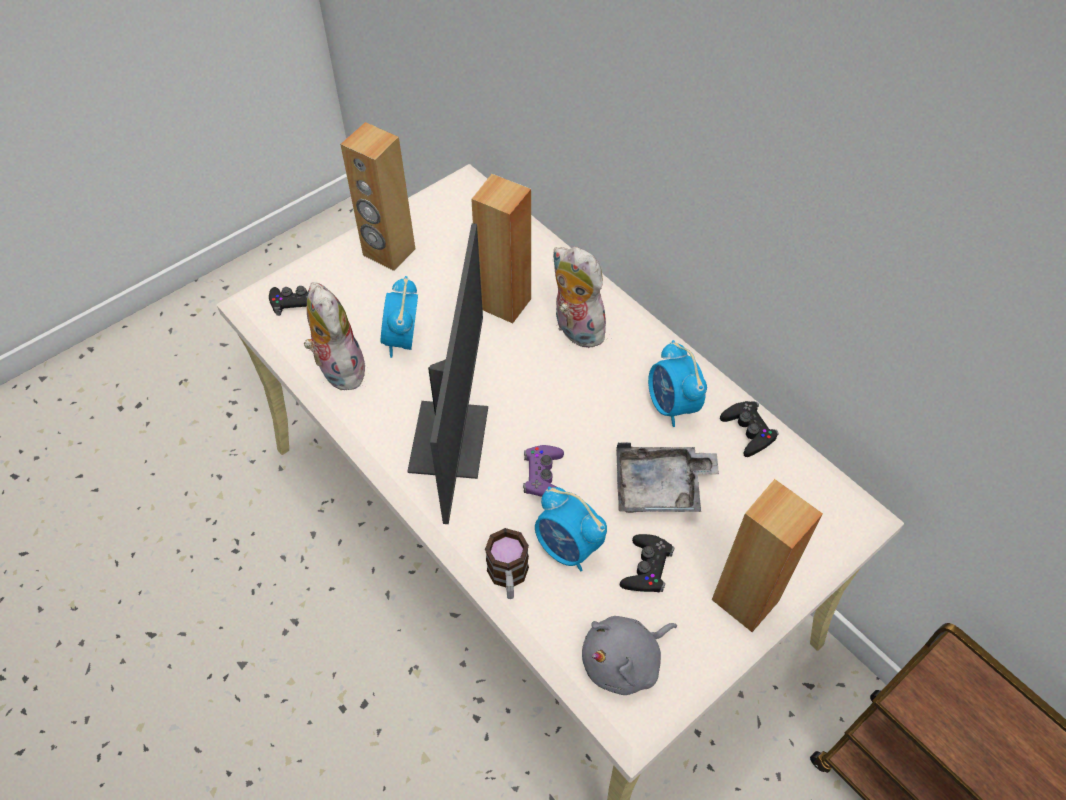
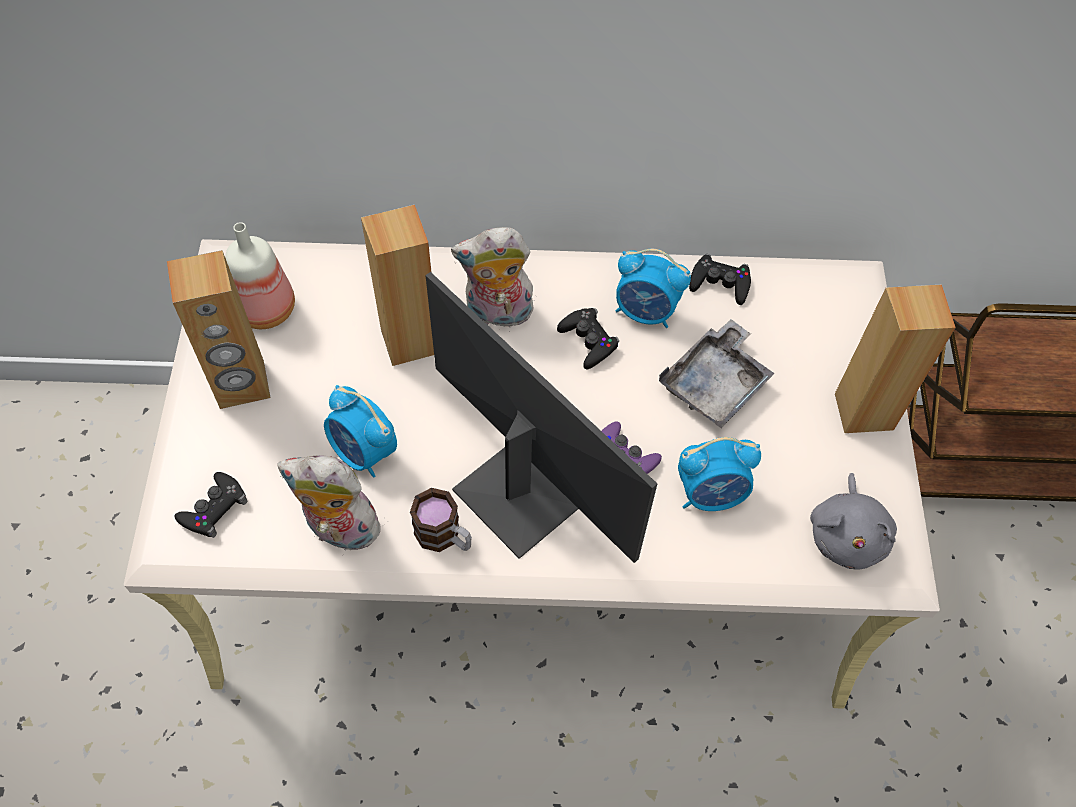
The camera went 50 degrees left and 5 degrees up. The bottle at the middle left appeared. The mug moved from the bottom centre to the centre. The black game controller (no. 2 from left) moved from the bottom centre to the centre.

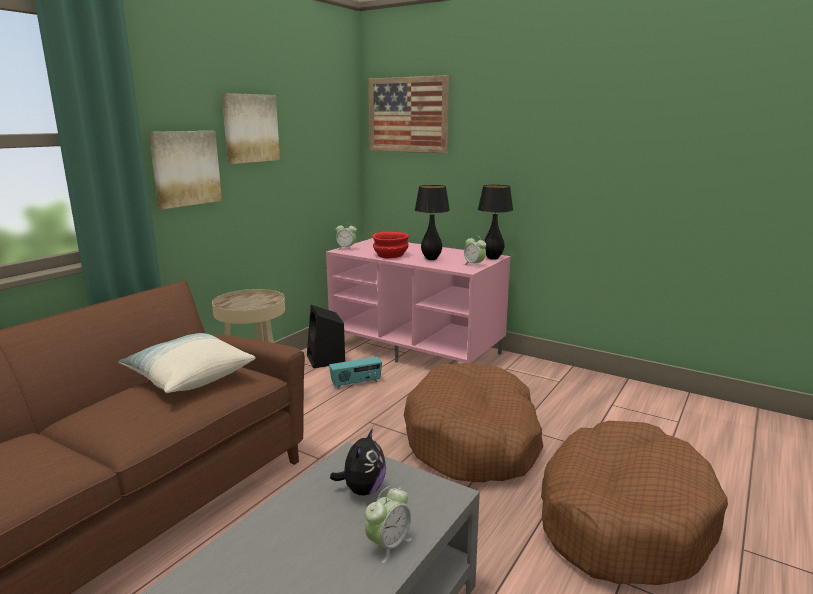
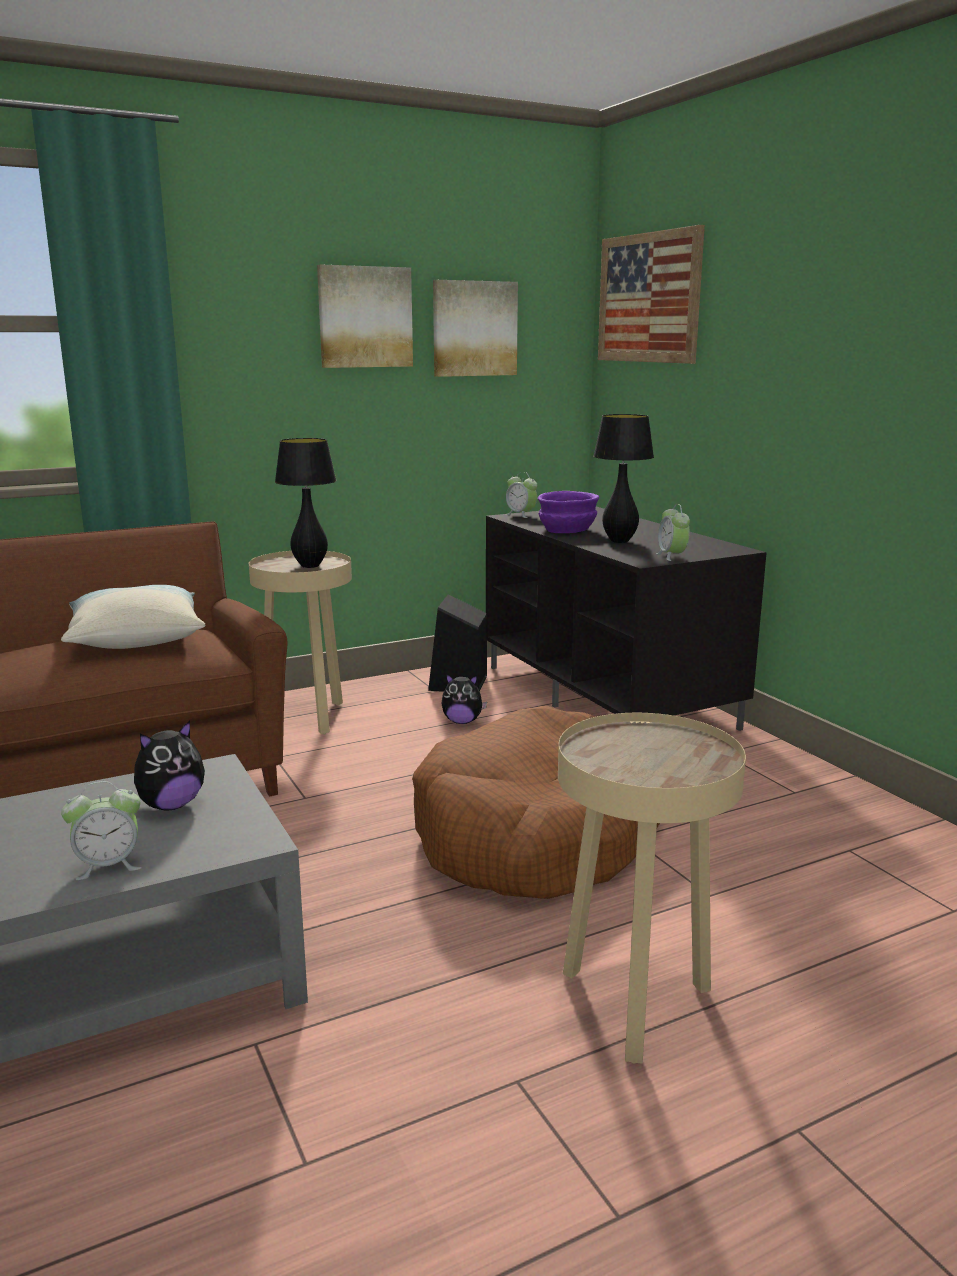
The camera went 30 degrees right and 0 degrees up. The black table lamp (no. 2 from left in the first image) moved from the centre to the middle left. The picture (no. 1 from left in the first image) moved from the top left to the top centre. The radio at the centre was replaced by the plush toy (no. 2 from left) at the centre. The pink tv stand at the centre became the black tv stand at the centre. The red bowl at the centre became the purple bowl at the centre. The brown dog bed (no. 2 from left) at the bottom right was replaced by the beige side table (no. 2 from left) at the bottom right.

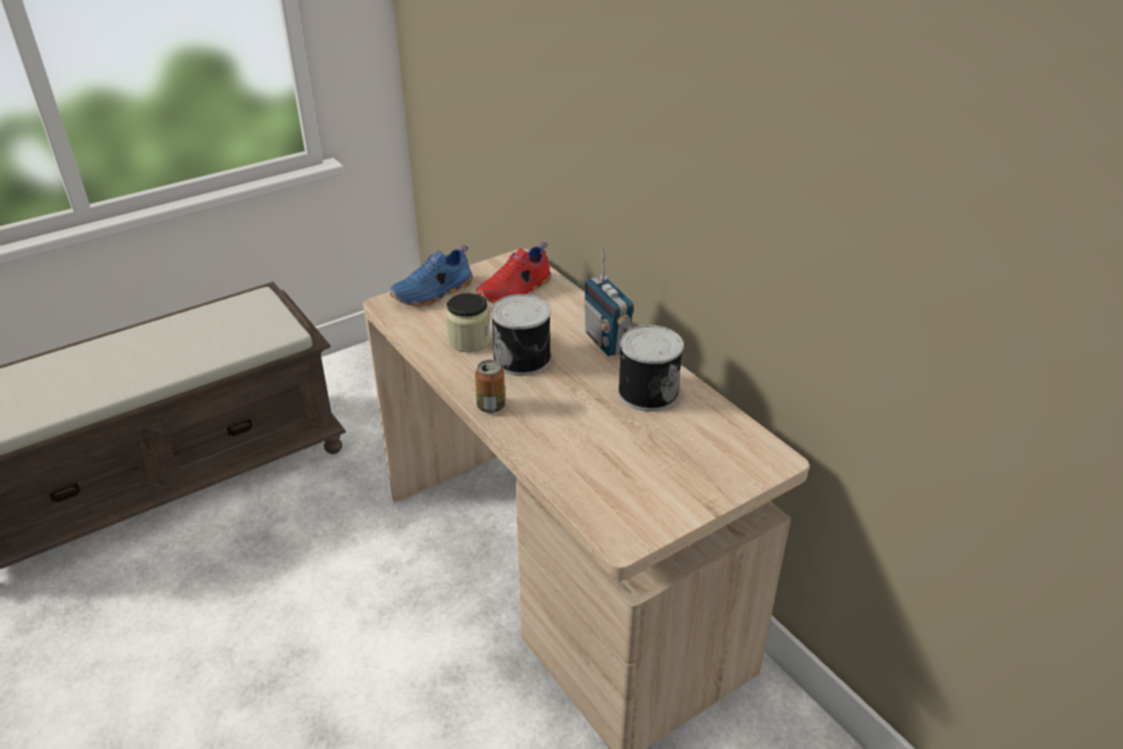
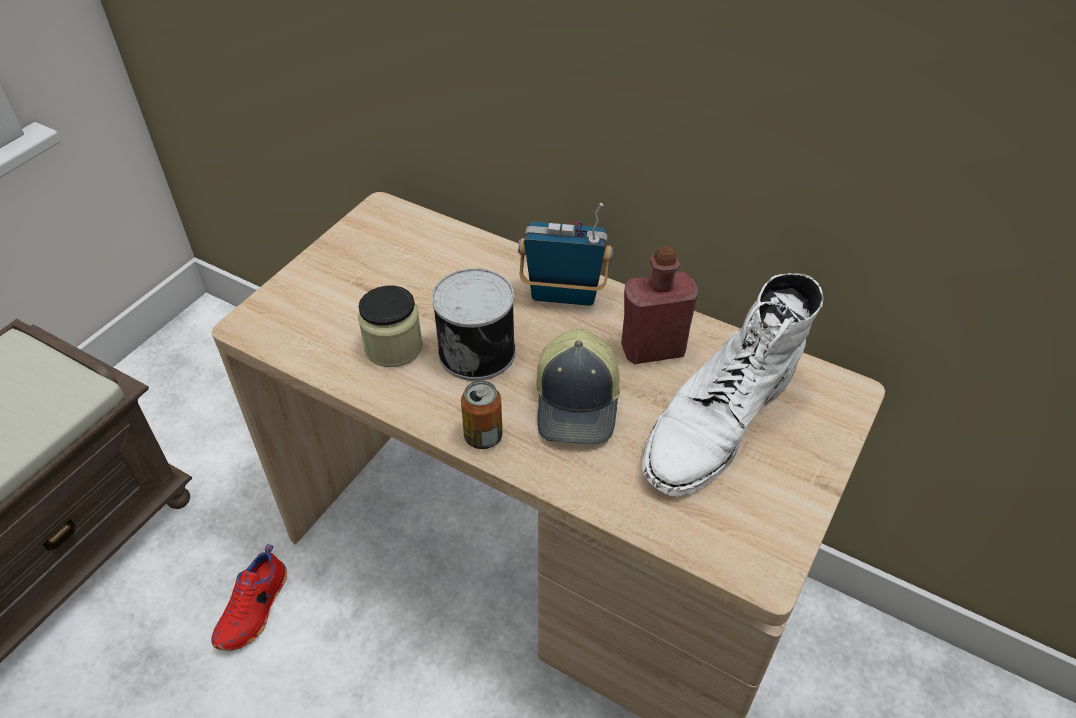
The camera went 25 degrees left and 10 degrees up. The red shoe moved from the centre to the bottom left. The radio at the centre turned 150 degrees clockwise. The cap at the centre appeared. The can (no. 3 from left) at the centre was replaced by the red bottle at the centre. The white boot at the middle right appeared. The blue shoe at the centre disappeared.

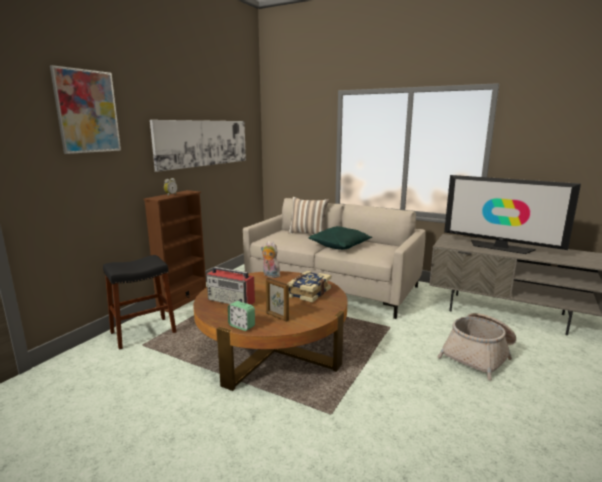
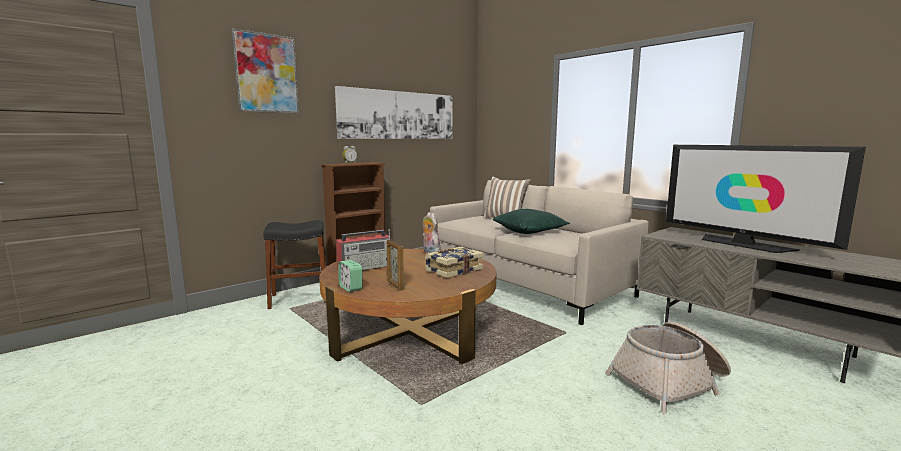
The camera went 20 degrees right and 5 degrees down. The radio at the centre turned 75 degrees counterclockwise.

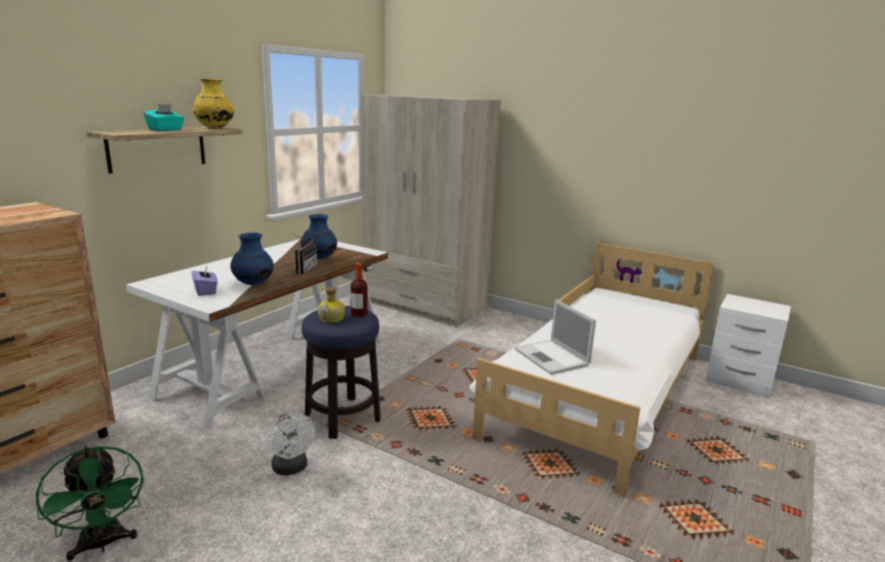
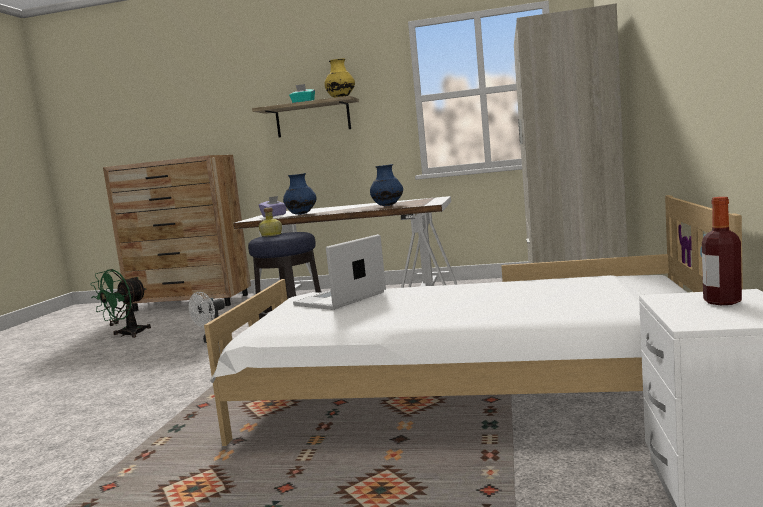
The camera went 70 degrees right and 10 degrees down. The bottle (no. 2 from left) moved from the centre to the middle right. The radio at the centre disappeared.

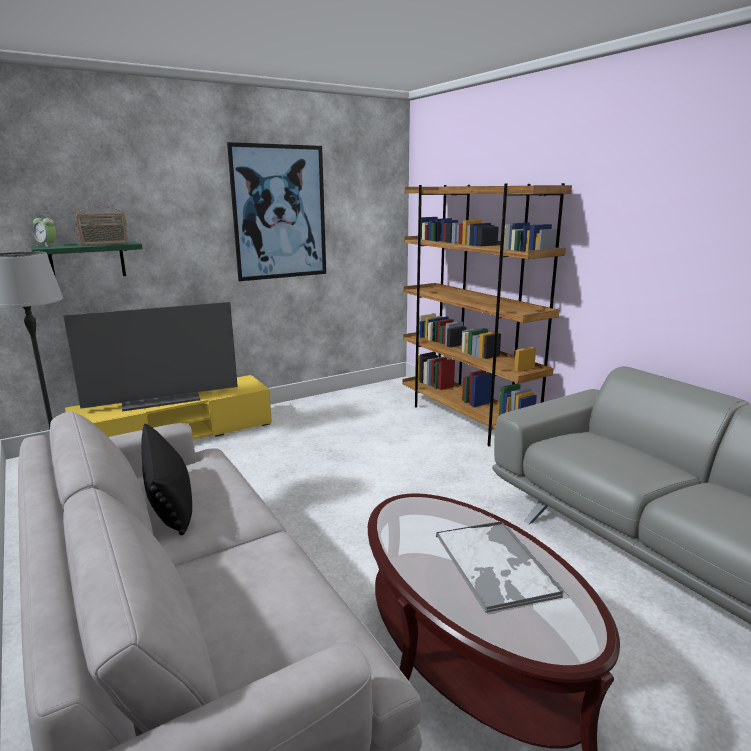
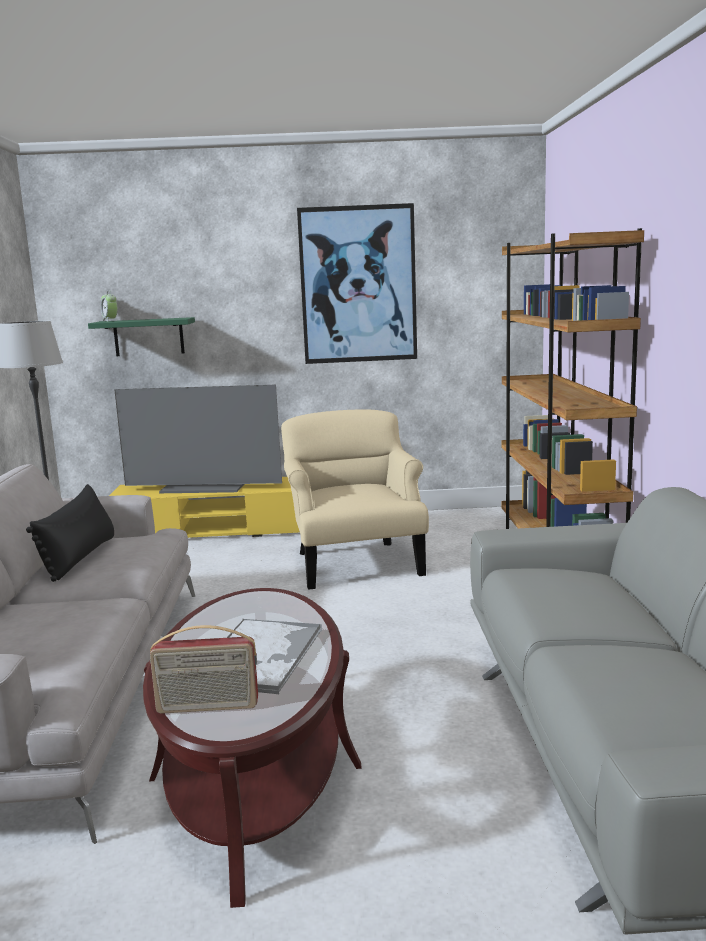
The camera went 30 degrees right and 5 degrees down. The radio moved from the top left to the bottom left. The beige armchair at the centre appeared.

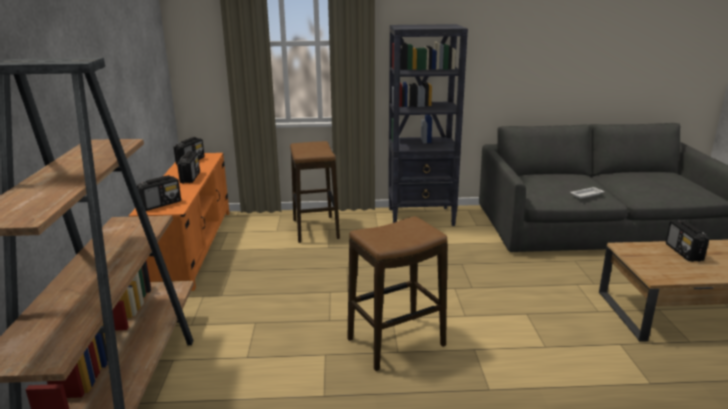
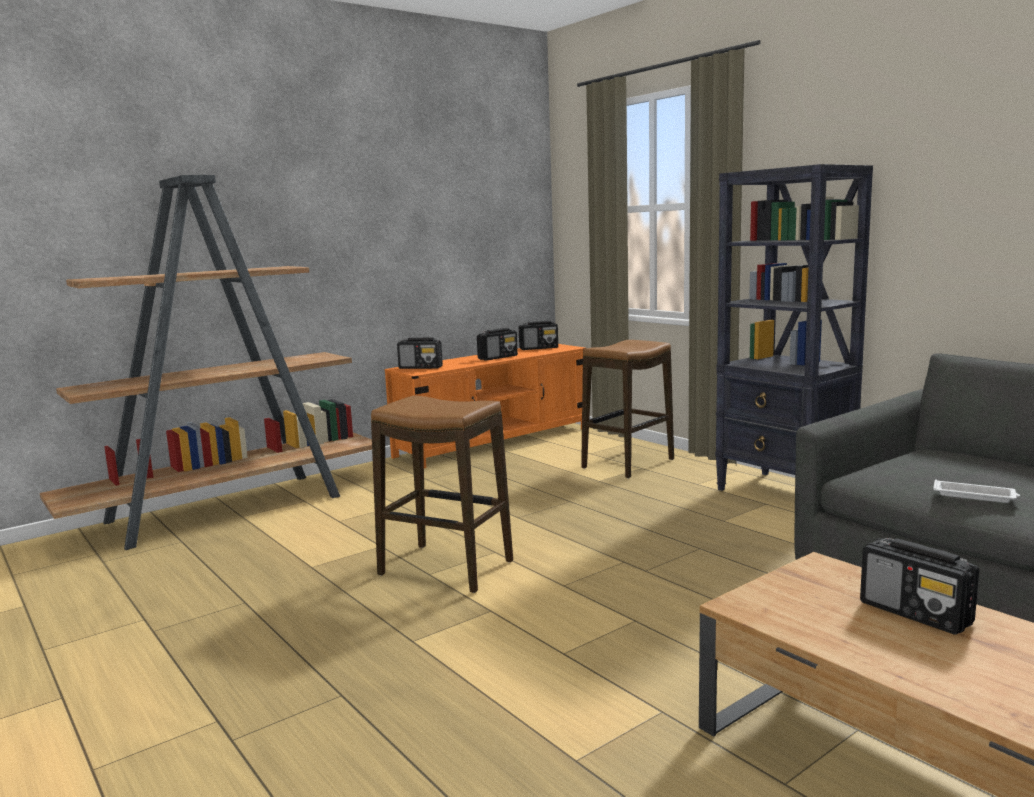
The camera went 55 degrees right and 10 degrees down. The radio (no. 4 from left) at the middle right turned 90 degrees counterclockwise.

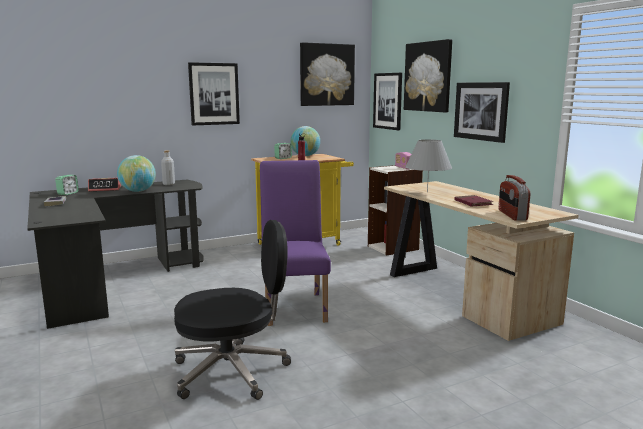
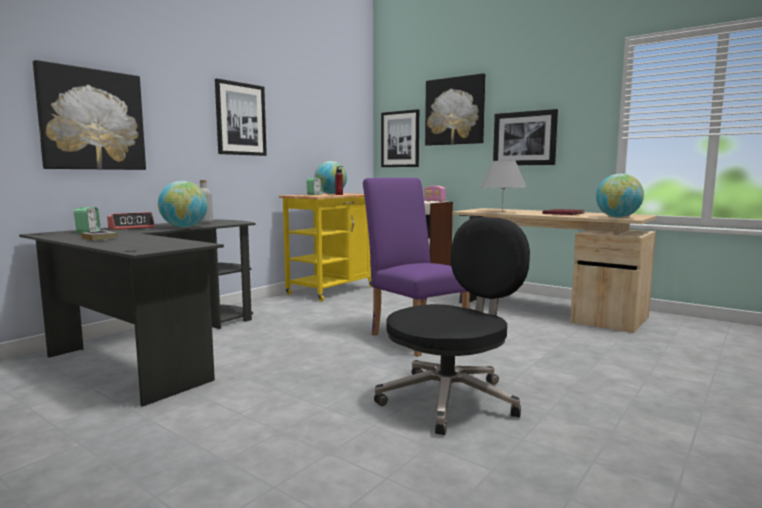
The camera went 25 degrees left and 5 degrees down. The picture (no. 2 from left in the first image) moved from the top centre to the top left. The radio (no. 2 from left) at the middle right was replaced by the globe (no. 3 from left) at the middle right.

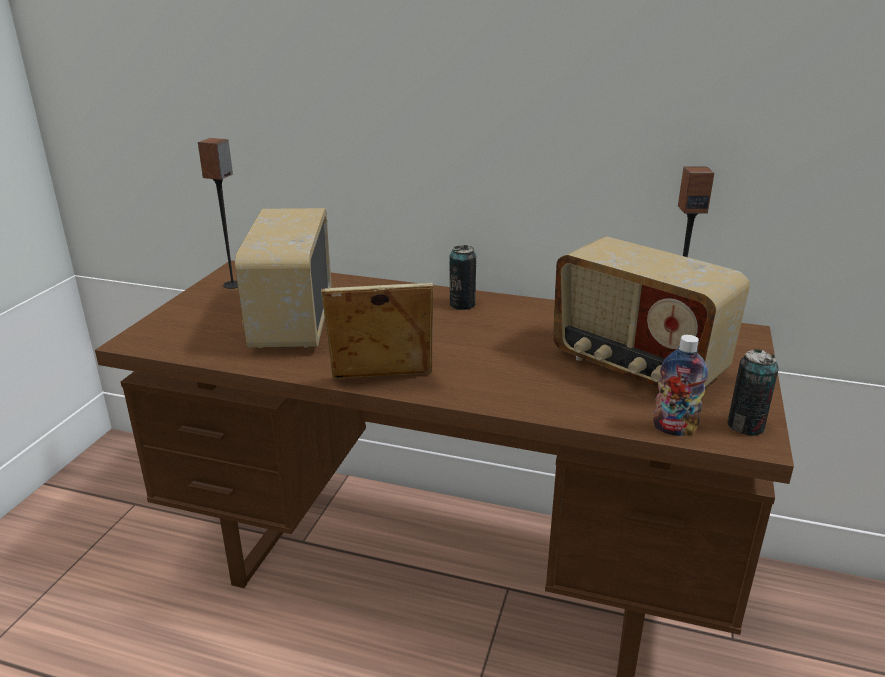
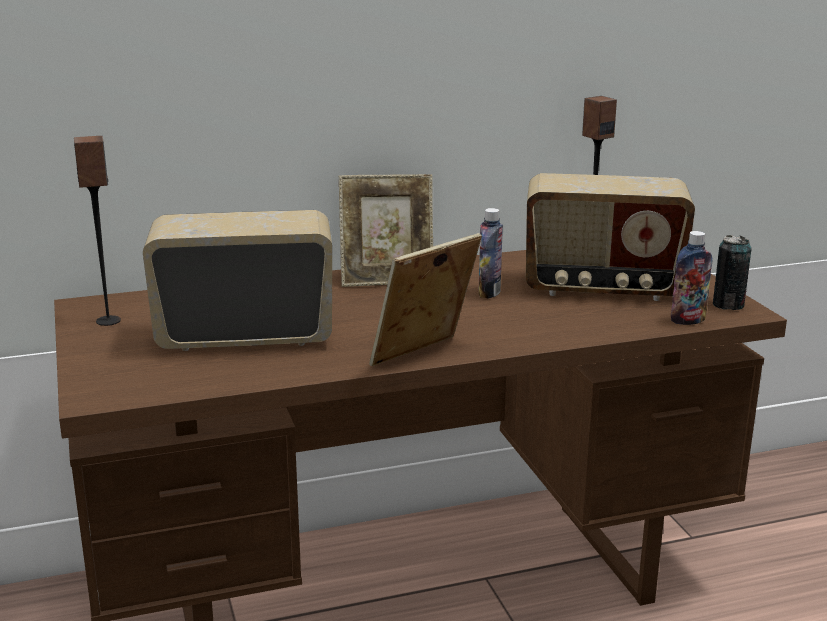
The camera went 35 degrees left and 5 degrees down. The radio (no. 1 from left) at the middle left turned 120 degrees clockwise. The can (no. 1 from left) at the centre was replaced by the picture frame (no. 1 from left) at the centre. The bottle (no. 1 from left) at the centre appeared.

